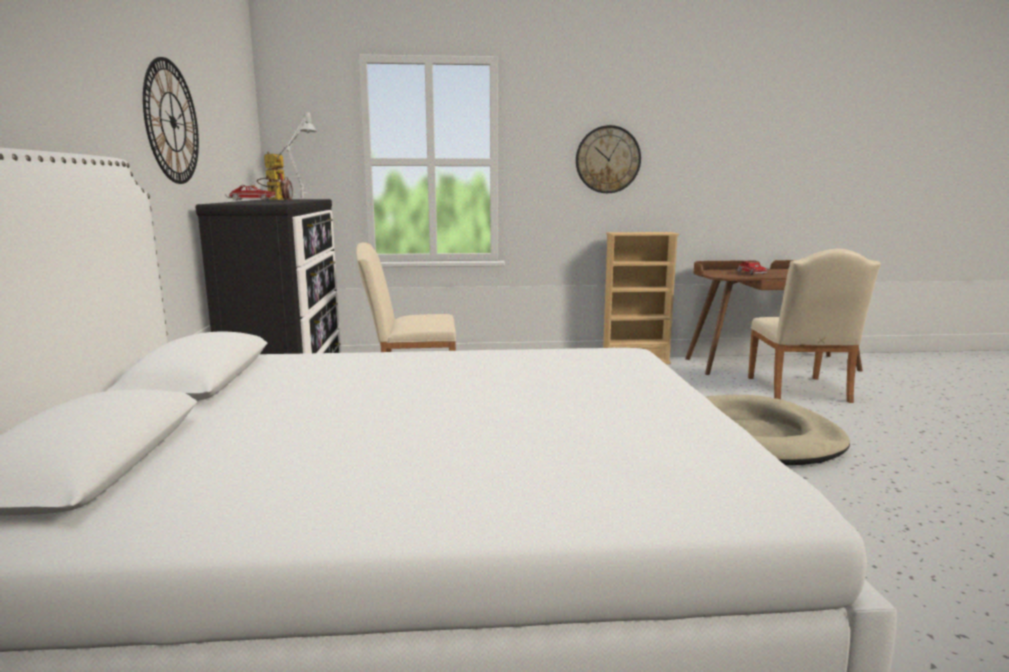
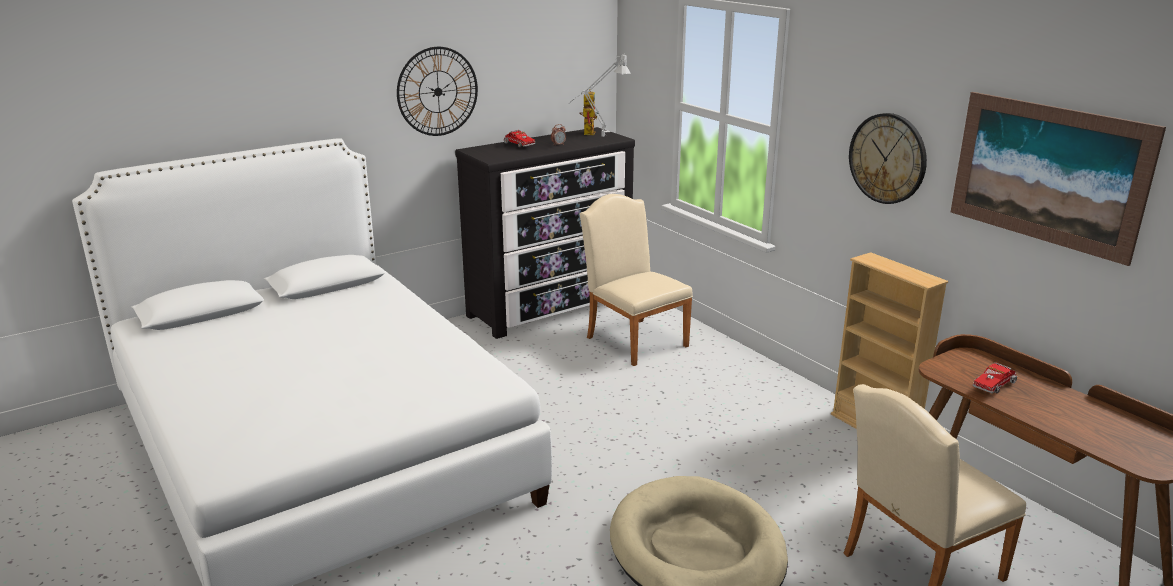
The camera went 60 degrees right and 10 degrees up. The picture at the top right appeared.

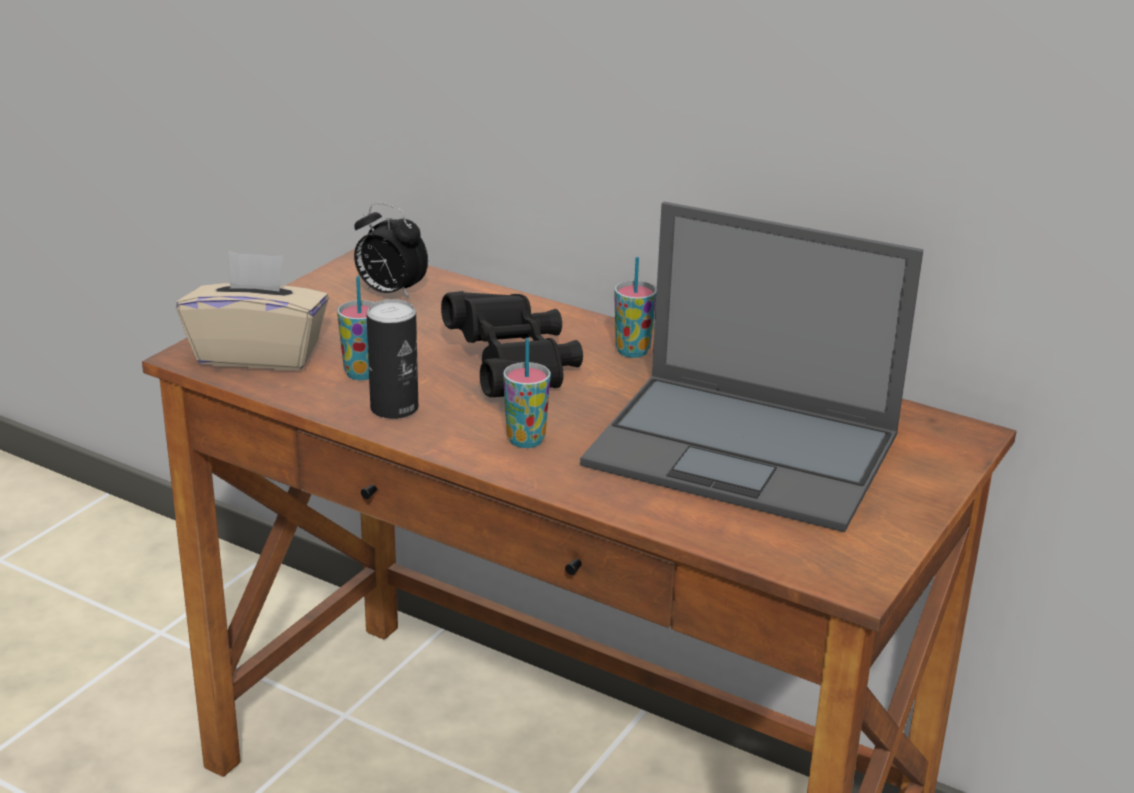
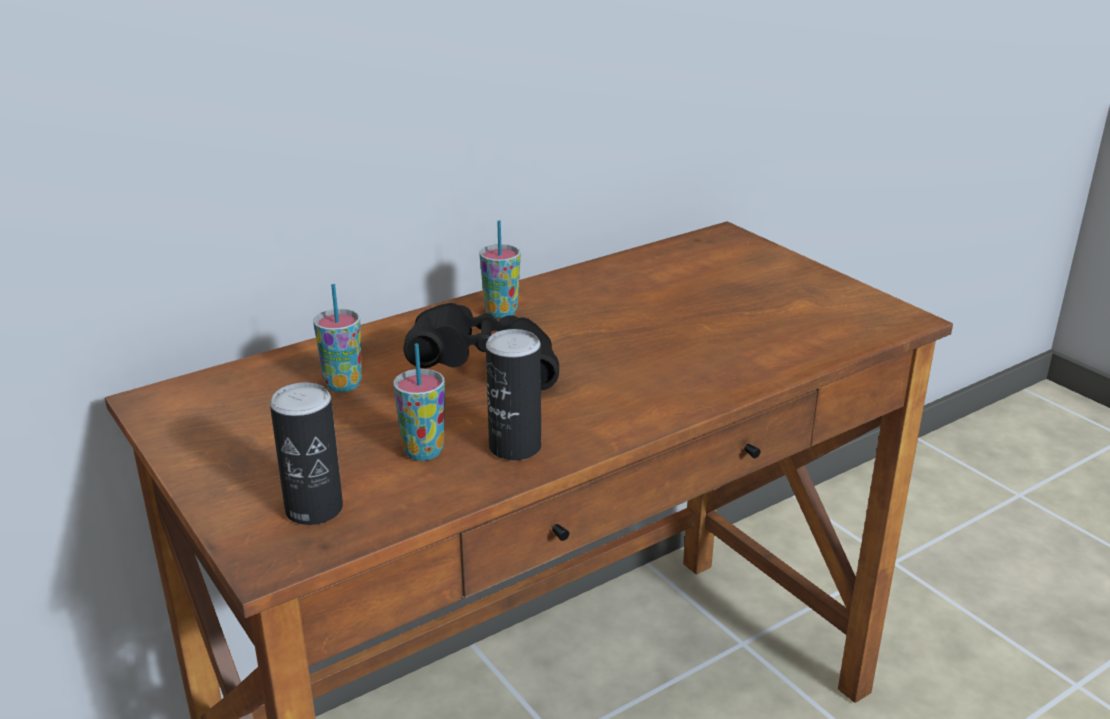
The camera went 65 degrees left and 0 degrees up. The beige tissue box at the middle left was replaced by the can (no. 1 from left) at the middle left. The cup (no. 2 from left in the first image) moved from the centre to the middle left. The alarm clock at the top centre disappeared. The laptop at the centre disappeared.

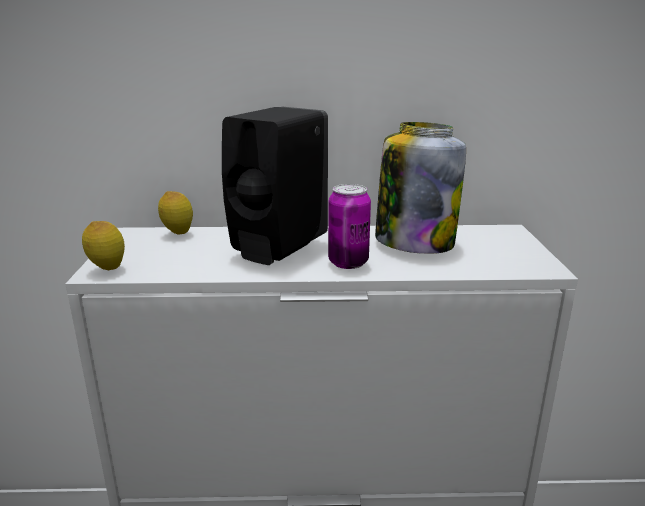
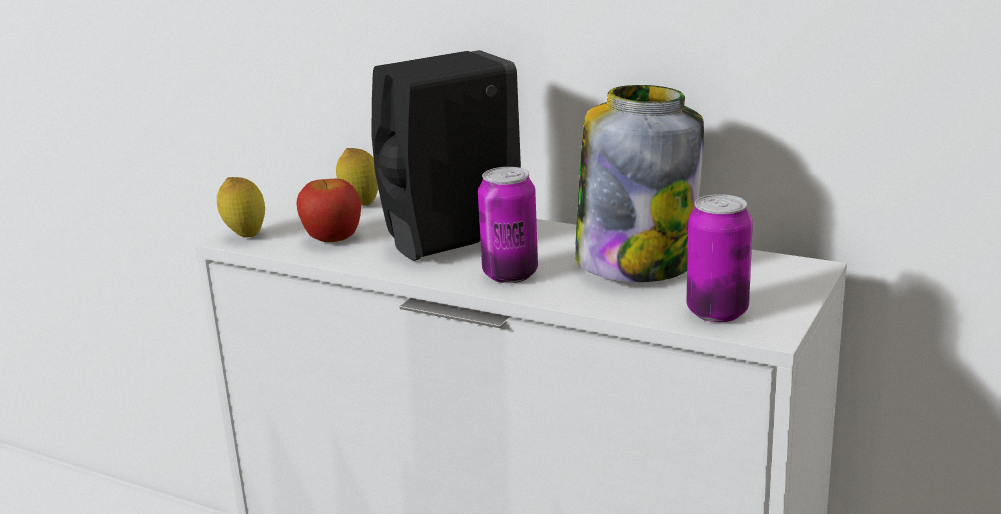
The camera went 30 degrees right and 0 degrees up. The apple at the middle left appeared. The can (no. 2 from left) at the middle right appeared.

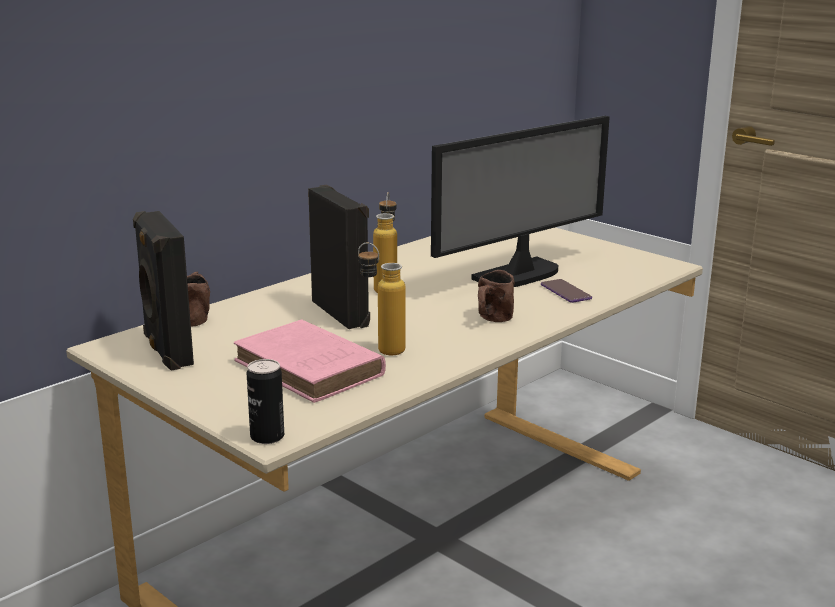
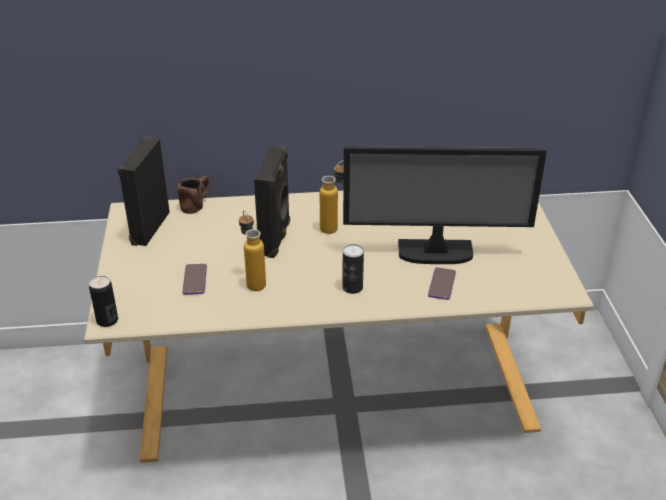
The camera went 40 degrees right and 15 degrees up. The pink book at the centre was replaced by the phone (no. 1 from left) at the middle left. The brown mug (no. 2 from left) at the centre was replaced by the can (no. 2 from left) at the centre.

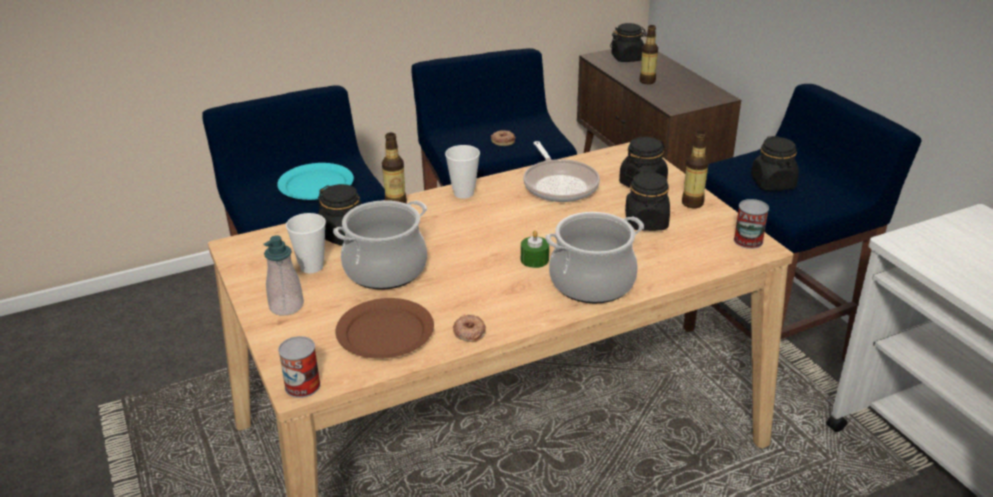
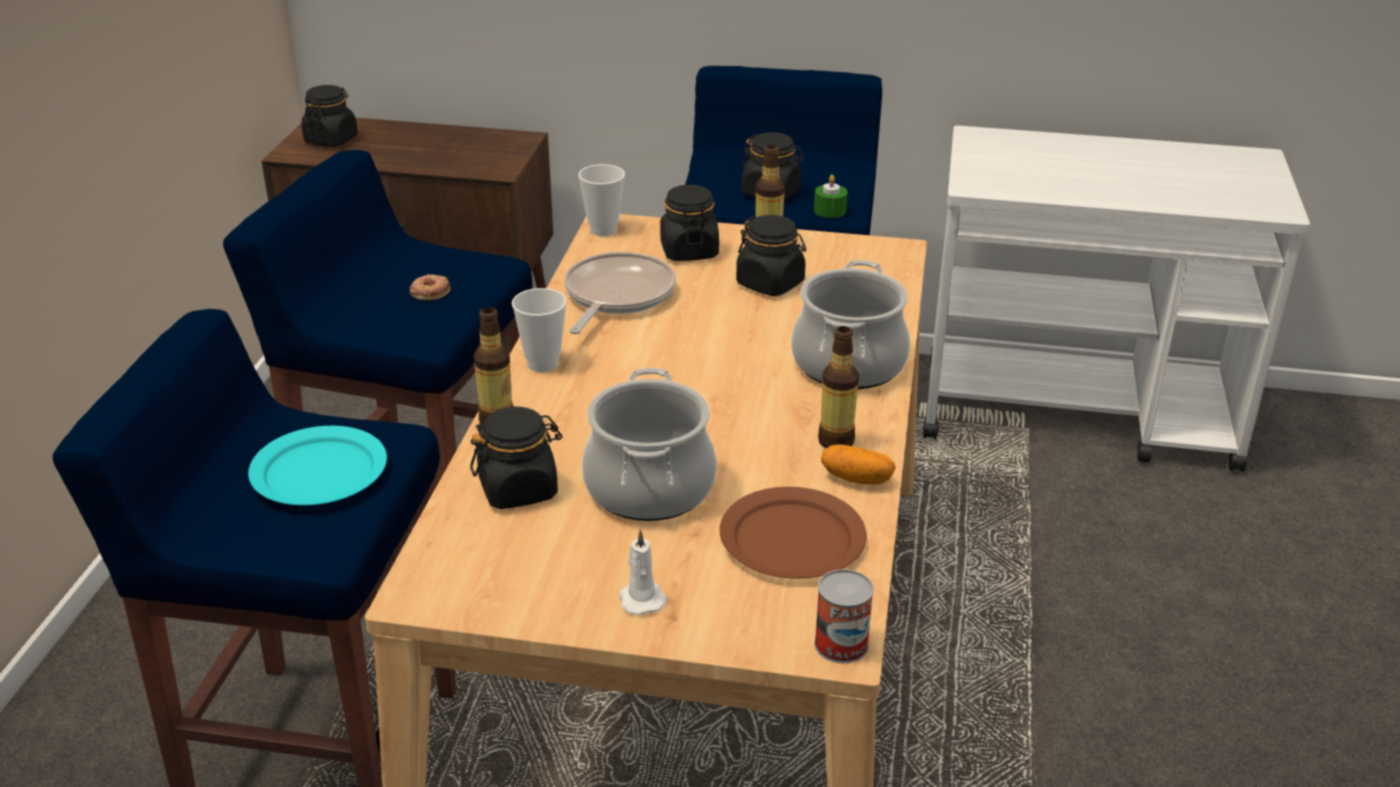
The camera went 55 degrees left and 0 degrees up. The frying pan at the centre turned 90 degrees counterclockwise. The cup (no. 1 from left in the first image) moved from the middle left to the top centre. The soap dispenser at the middle left was replaced by the white candle at the bottom centre. The green candle moved from the centre to the top centre. The bottle (no. 2 from left in the first image) moved from the top centre to the centre. The donut (no. 1 from left) at the centre was replaced by the potato at the centre. The can (no. 2 from left) at the middle right disappeared.

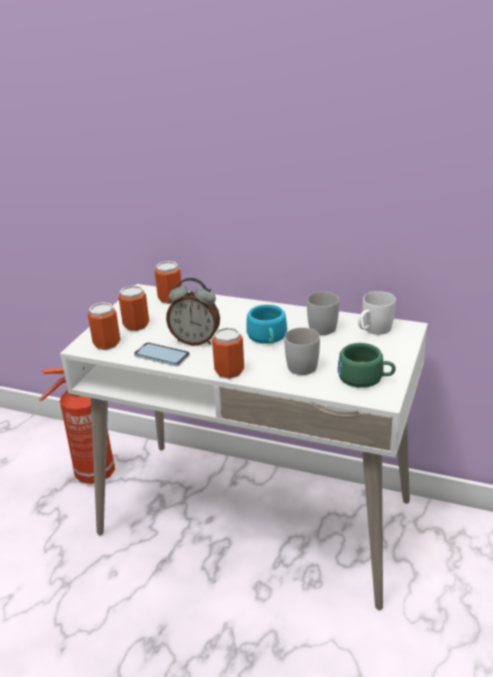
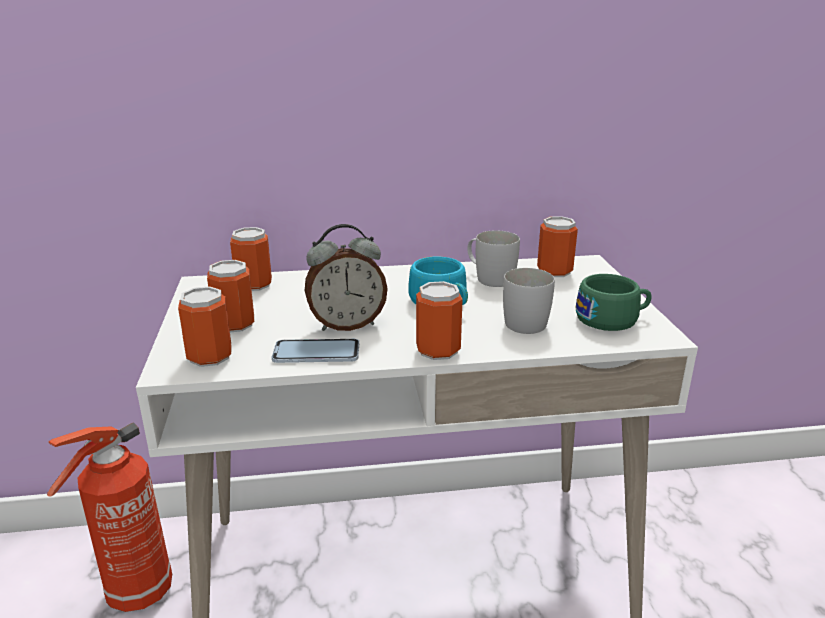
The camera went 30 degrees left and 5 degrees down. The white mug (no. 3 from left) at the middle right was replaced by the can (no. 5 from left) at the middle right.

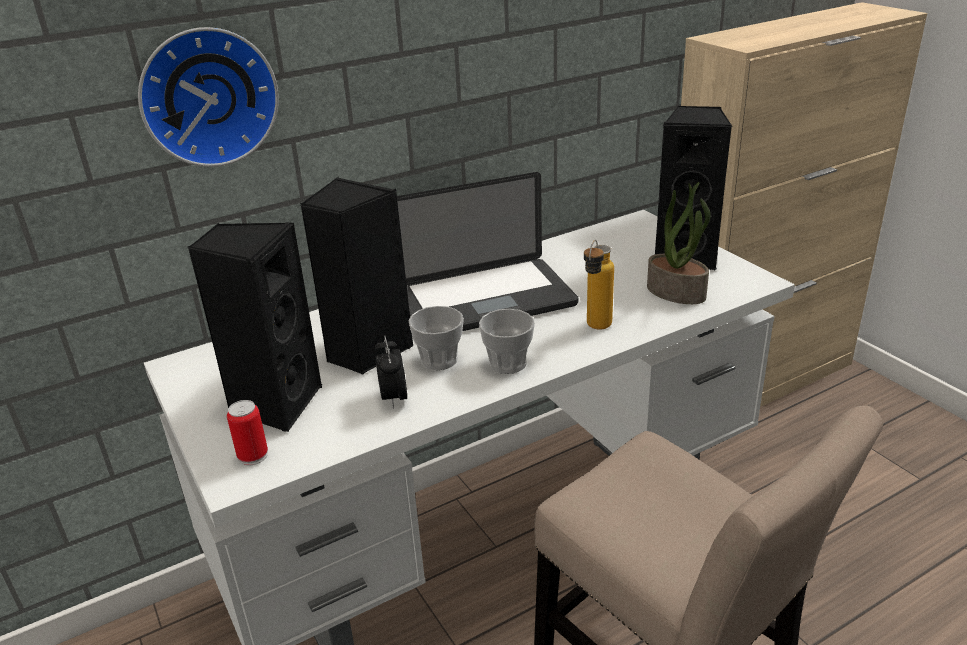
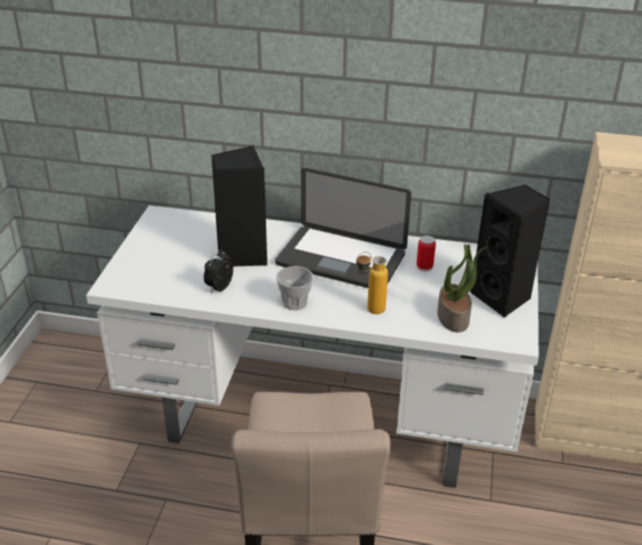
The camera went 40 degrees right and 5 degrees up. The can moved from the bottom left to the centre. The wall clock at the top left disappeared. The black speaker (no. 1 from left) at the middle left disappeared. The cup (no. 1 from left) at the centre disappeared.

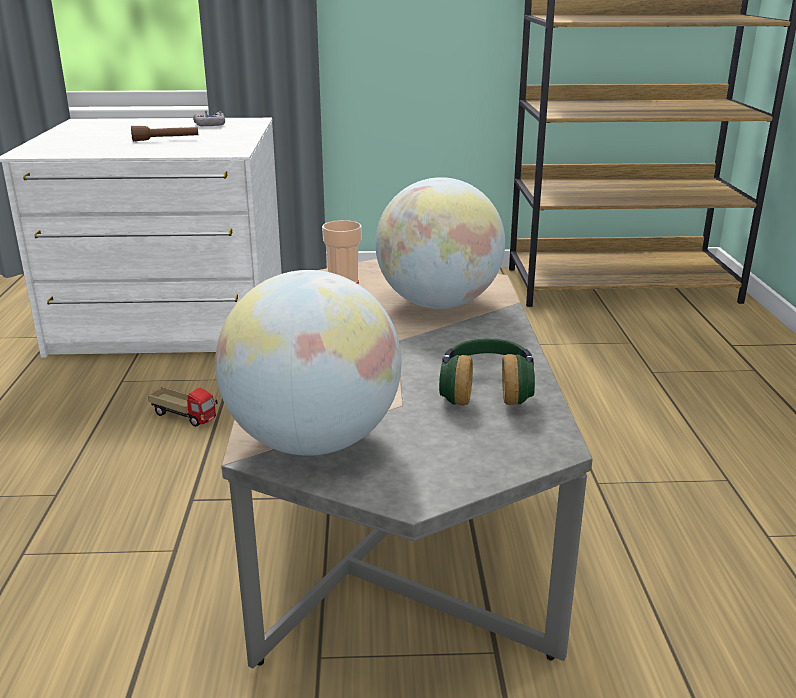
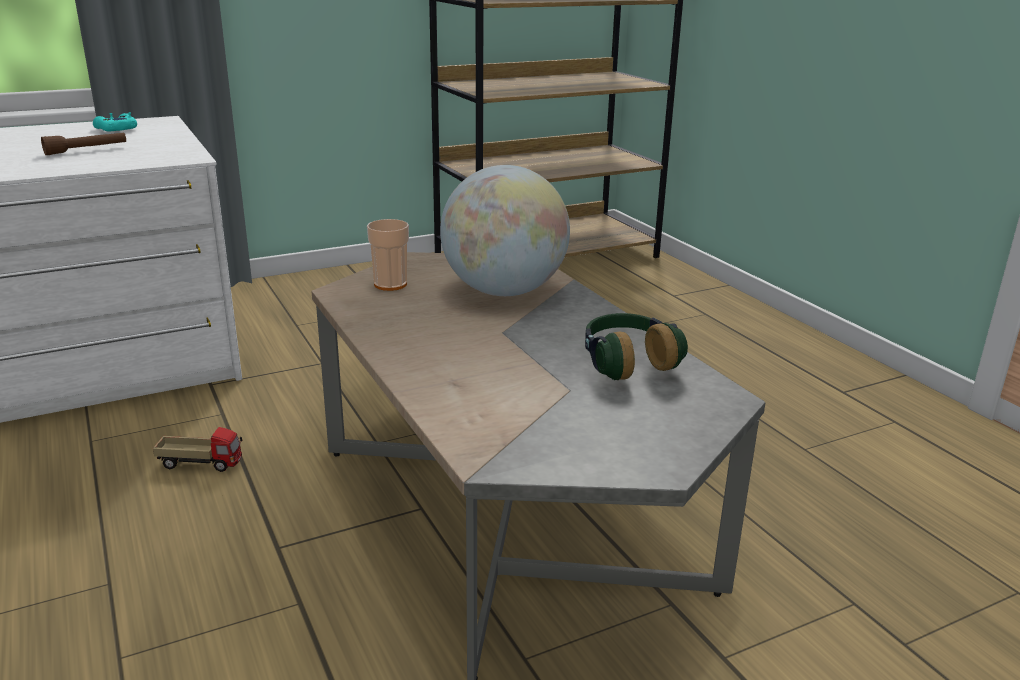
The camera went 25 degrees left and 0 degrees up. The grey game controller at the top left became the turquoise game controller at the top left. The globe (no. 1 from left) at the centre disappeared.

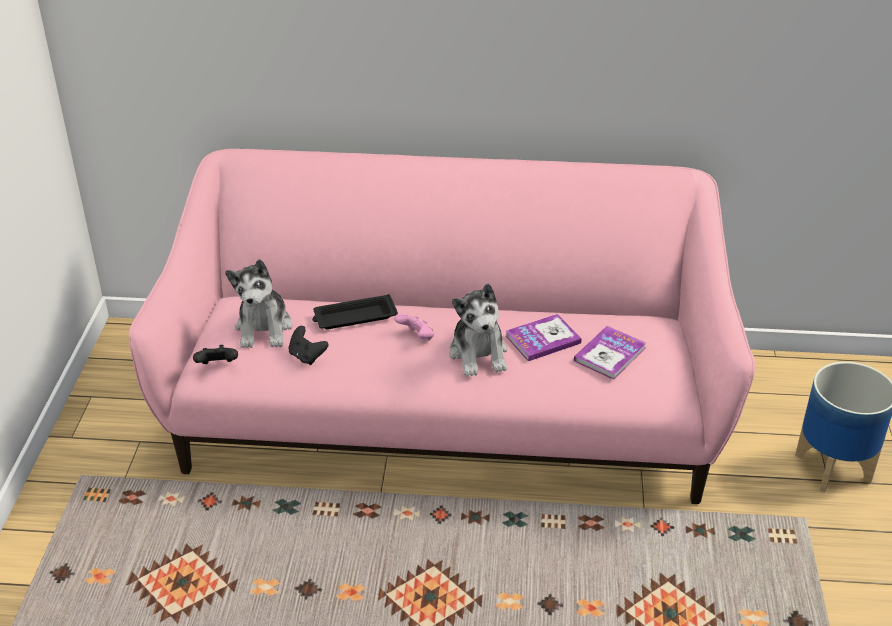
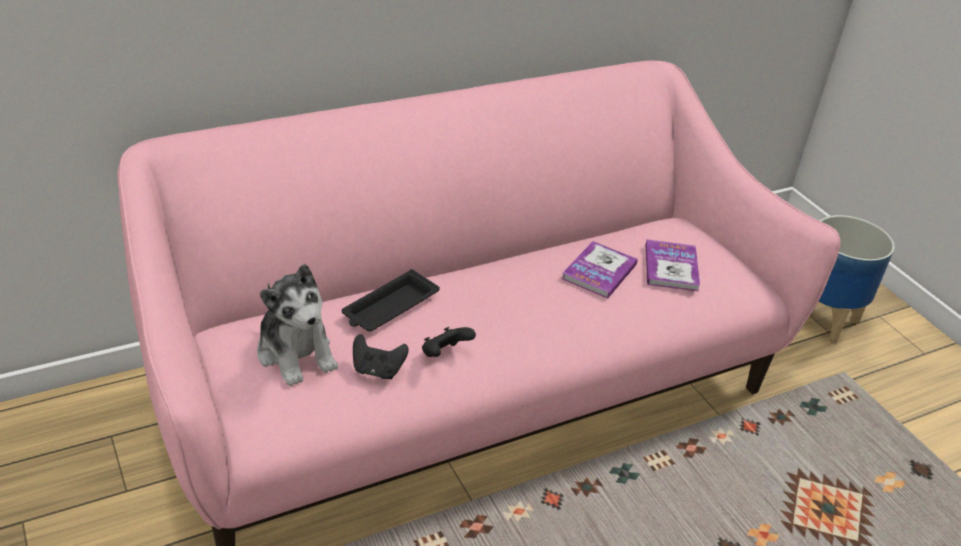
The camera went 35 degrees left and 0 degrees up. The black game controller (no. 1 from left in the first image) moved from the middle left to the centre. The pink game controller at the centre disappeared. The plush toy (no. 2 from left) at the centre disappeared.

